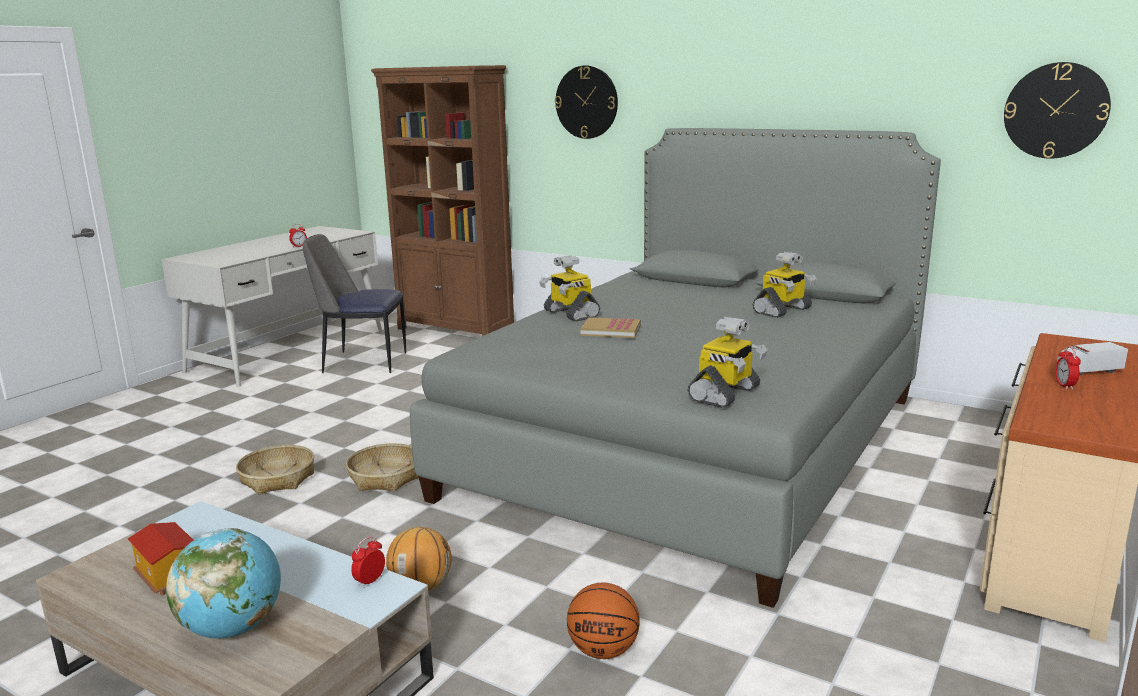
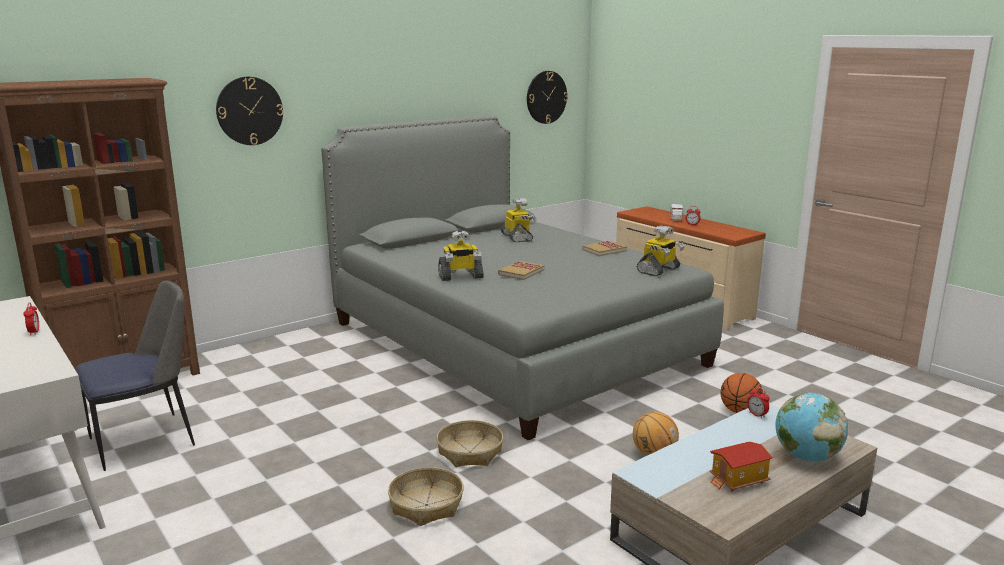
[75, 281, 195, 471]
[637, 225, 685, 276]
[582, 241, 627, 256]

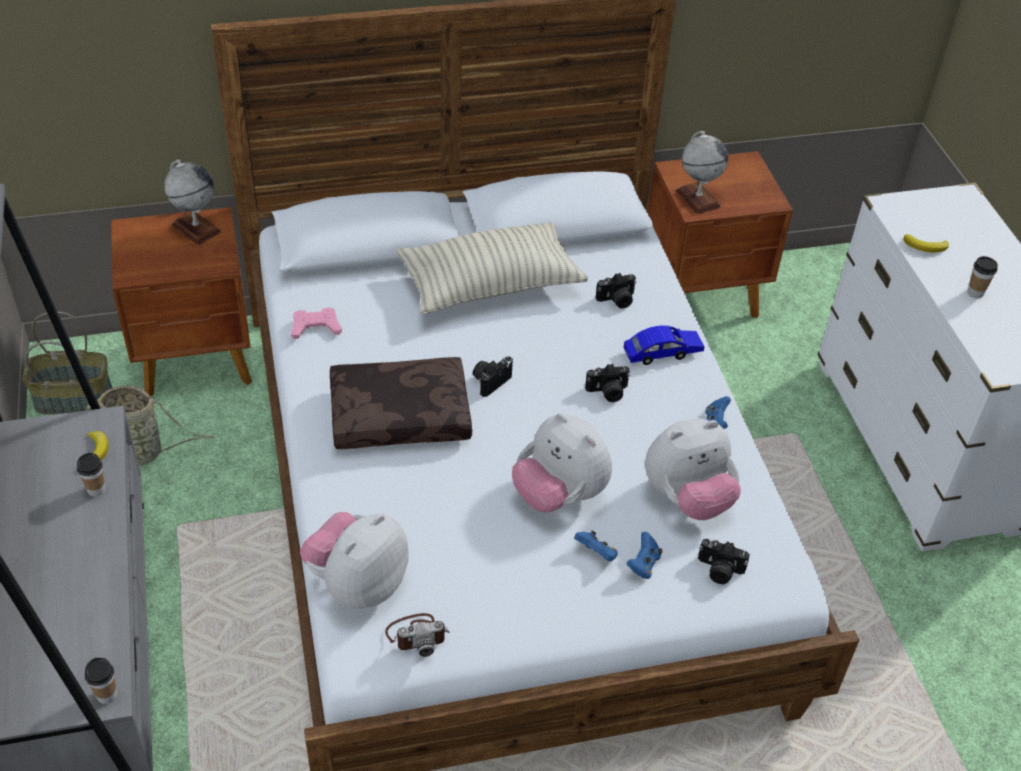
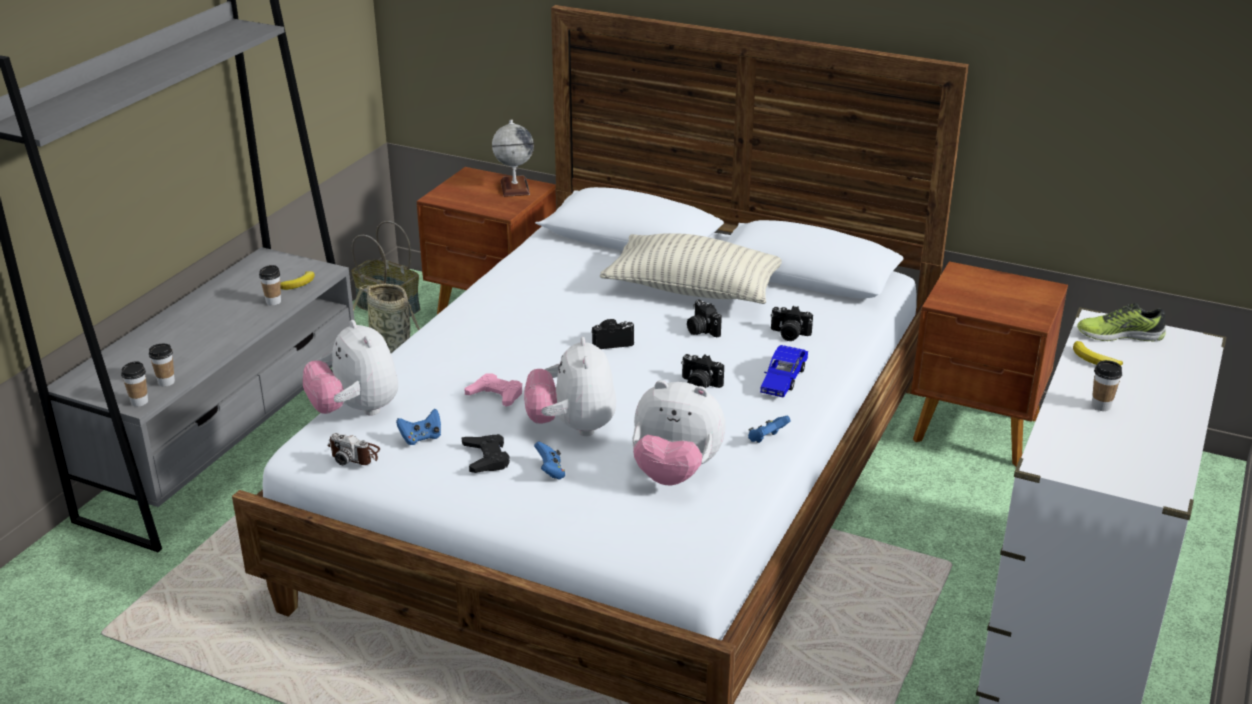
[465, 373, 522, 407]
[303, 320, 398, 416]
[330, 357, 472, 449] (first image)
[760, 345, 808, 398]
[396, 409, 441, 445]
[676, 131, 728, 214] (first image)
[687, 300, 722, 337]
[149, 344, 175, 387]
[462, 434, 510, 473]
[1077, 303, 1166, 342]

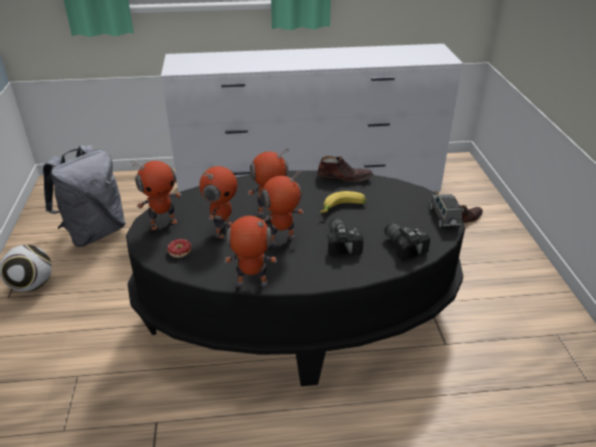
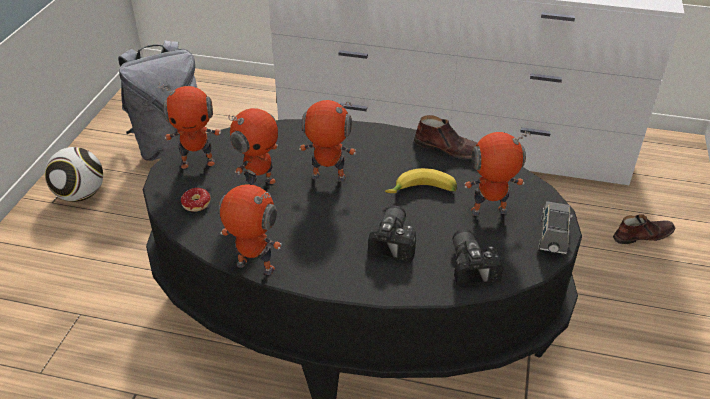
[464, 131, 531, 216]

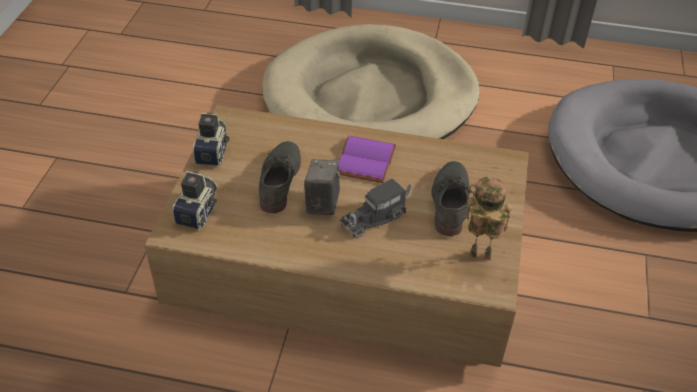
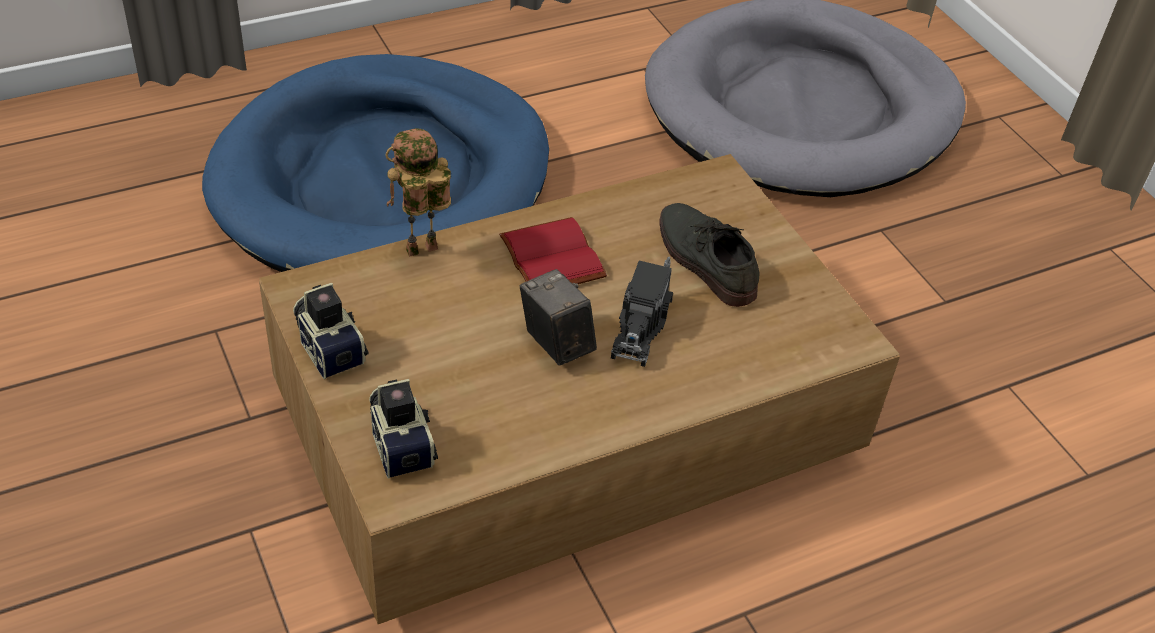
[259, 141, 301, 213] (first image)
[202, 54, 549, 272]
[499, 217, 607, 284]
[386, 128, 451, 257]

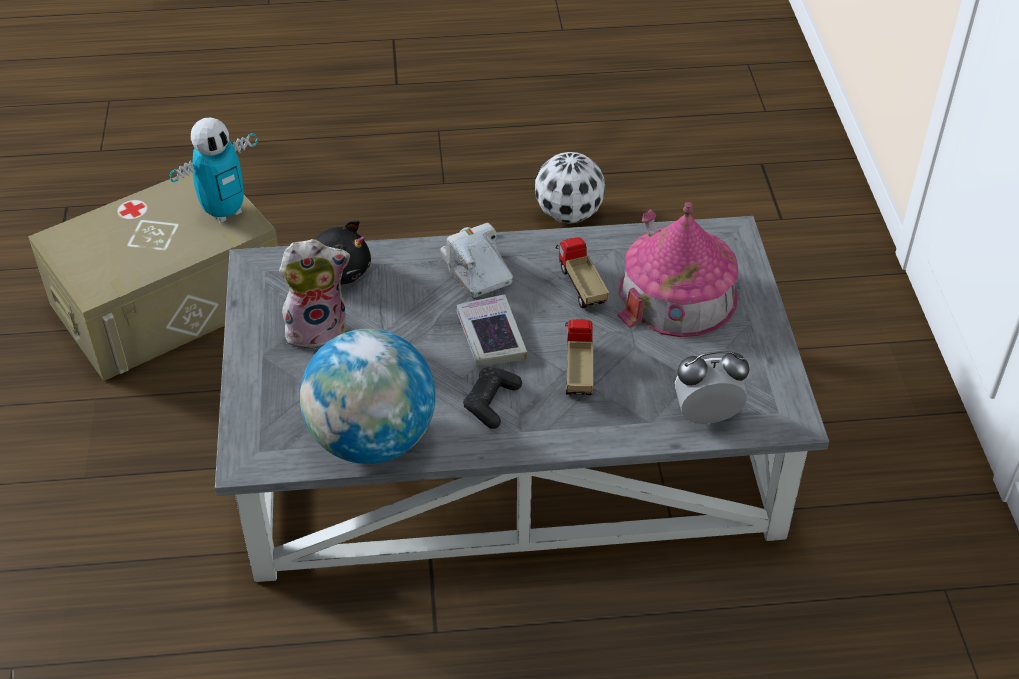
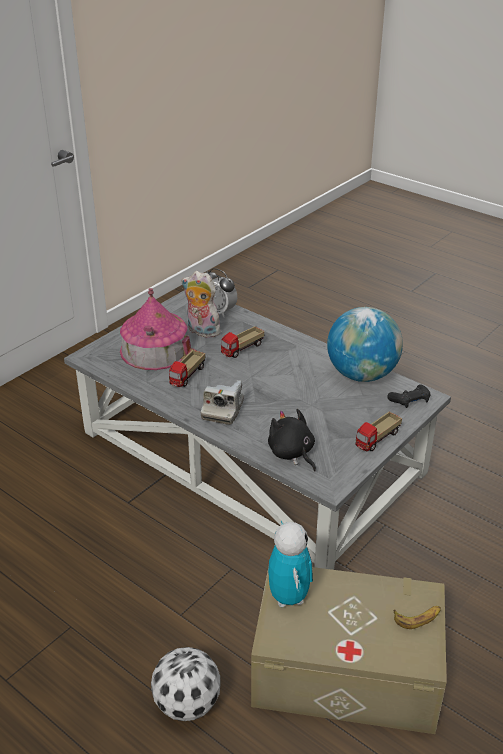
[268, 521, 313, 607]
[182, 271, 221, 338]
[457, 294, 527, 366] (first image)
[387, 384, 430, 408]
[151, 647, 221, 721]
[356, 411, 402, 451]
[394, 606, 441, 629]

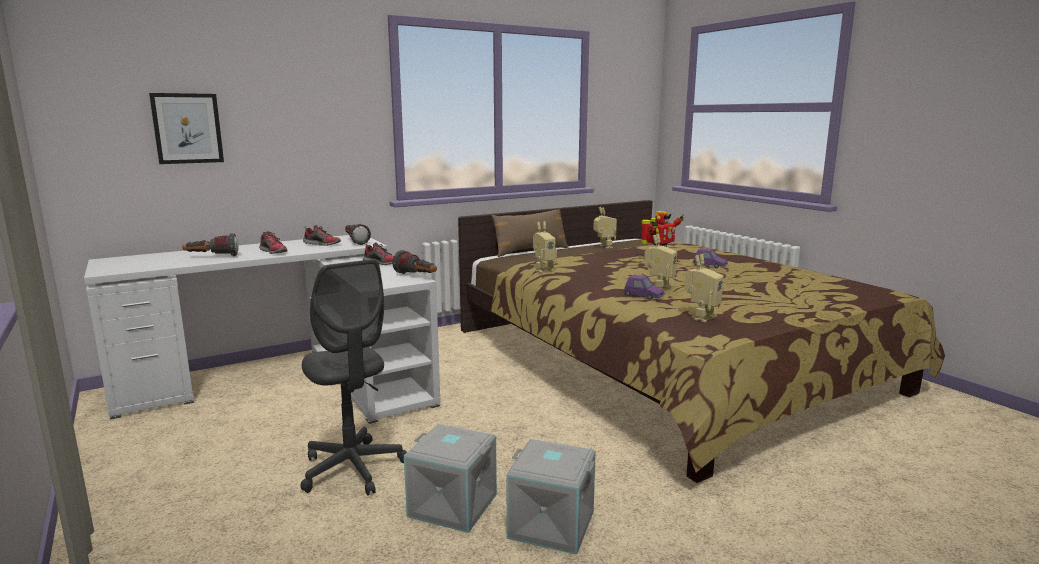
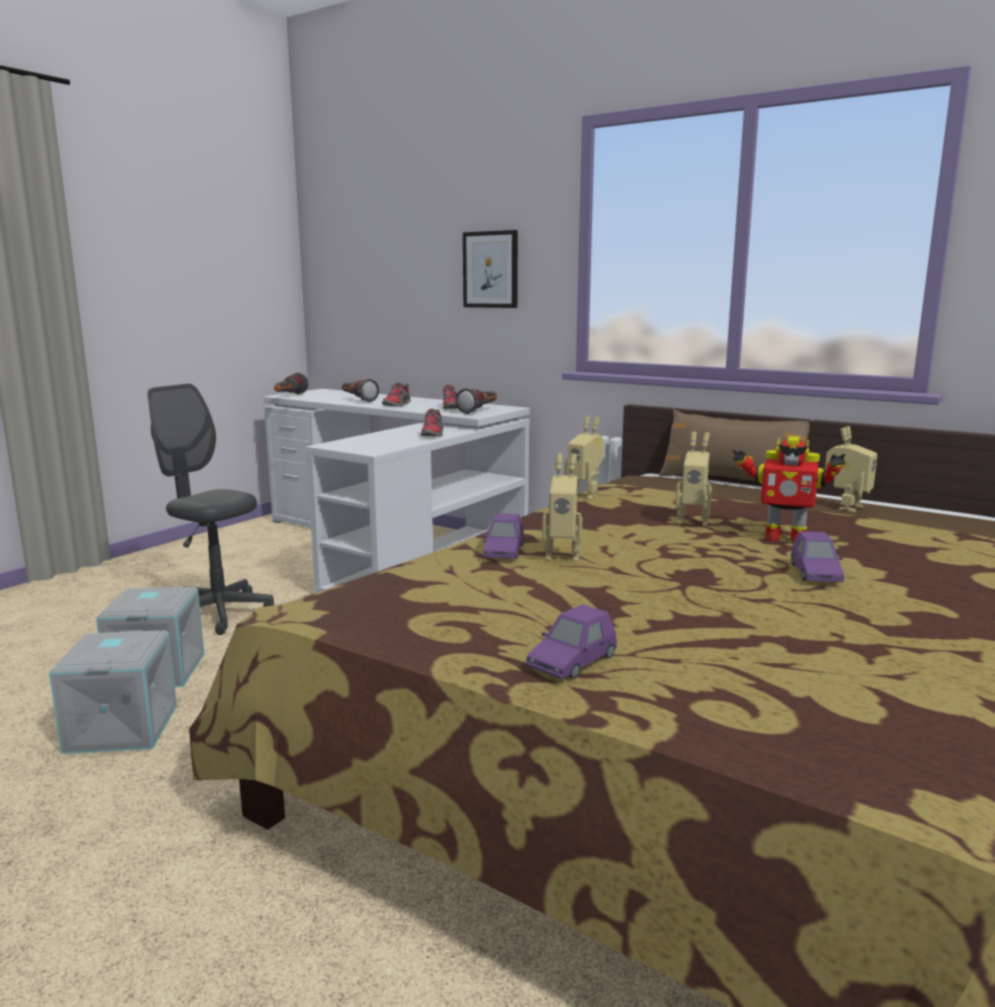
[463, 230, 518, 308]
[148, 383, 274, 635]
[274, 372, 309, 395]
[675, 432, 712, 527]
[526, 604, 617, 679]

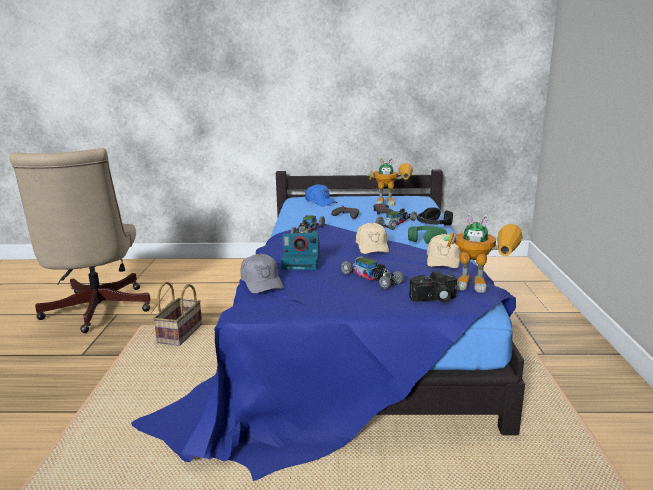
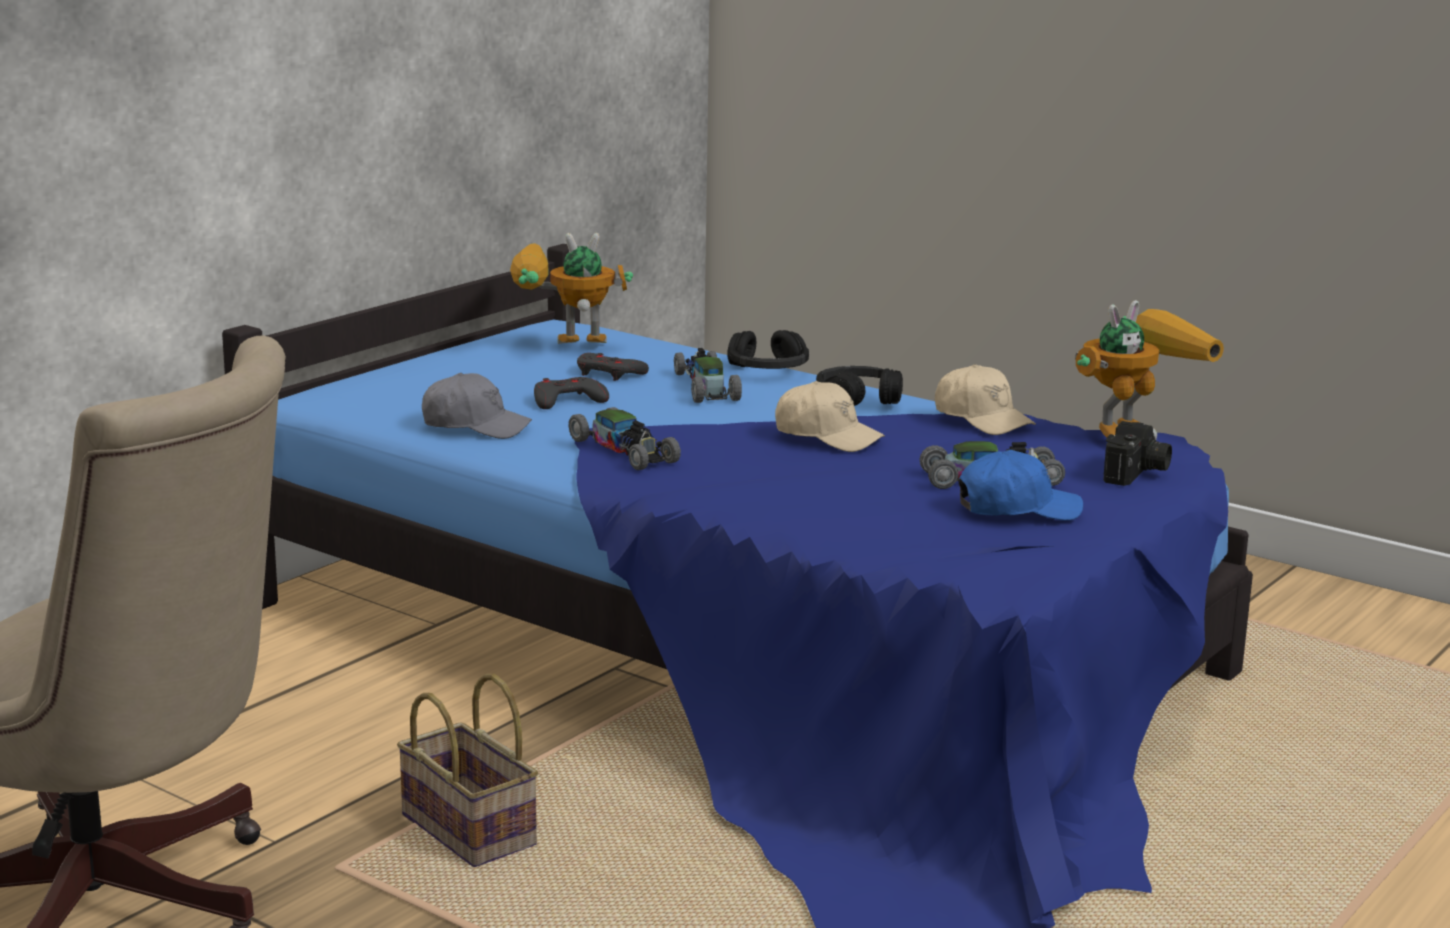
[422, 373, 532, 439]
[281, 231, 320, 270] (first image)
[959, 450, 1083, 521]
[510, 233, 633, 344]
[816, 366, 903, 406]

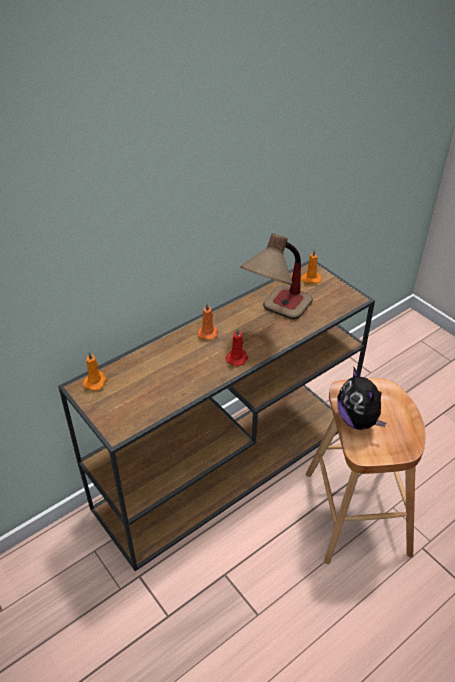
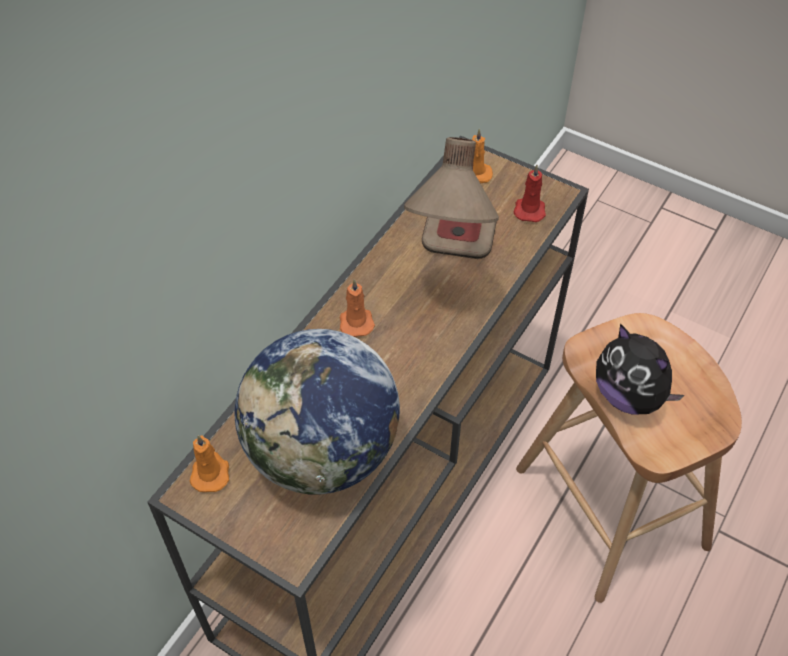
[514, 165, 546, 222]
[235, 329, 400, 494]

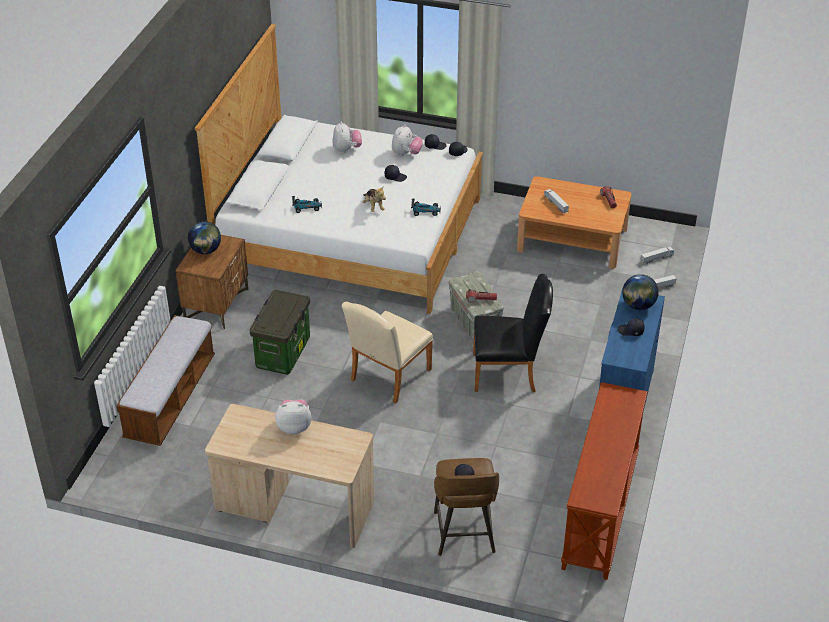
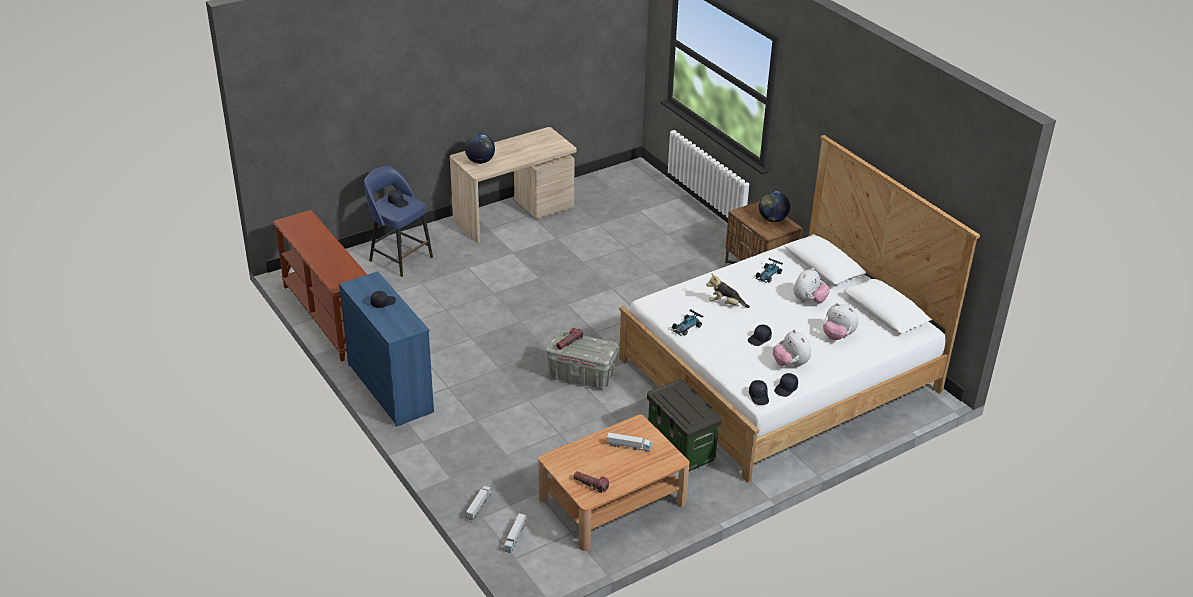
[116, 315, 215, 446] (first image)
[647, 379, 722, 471]
[793, 268, 830, 304]
[341, 301, 433, 404] (first image)
[364, 166, 433, 277]
[473, 274, 553, 392] (first image)
[465, 134, 495, 164]

